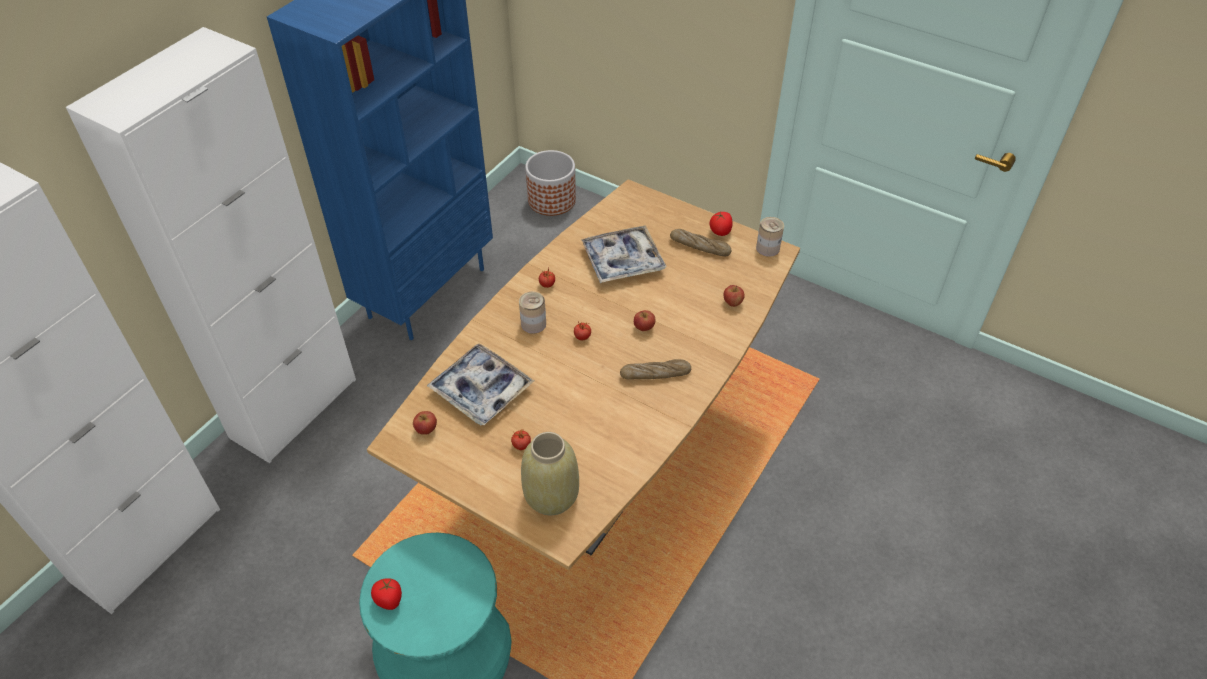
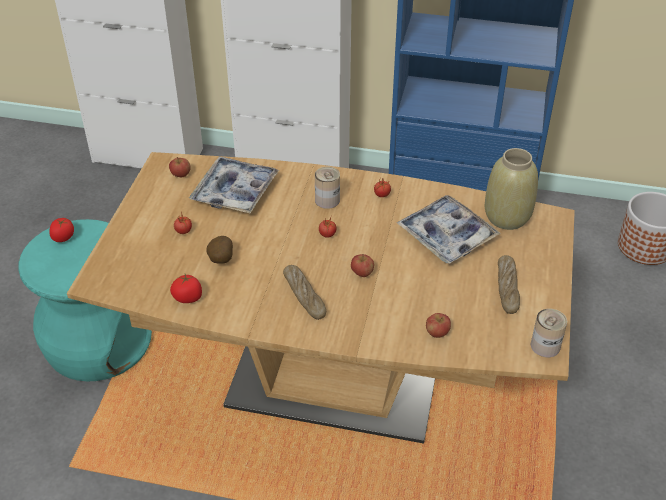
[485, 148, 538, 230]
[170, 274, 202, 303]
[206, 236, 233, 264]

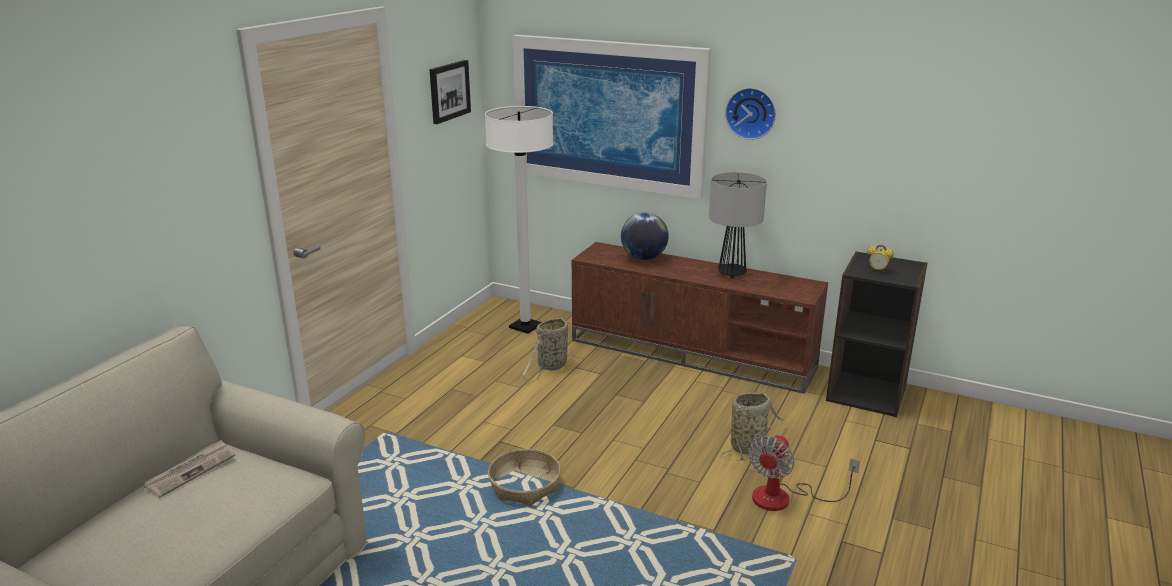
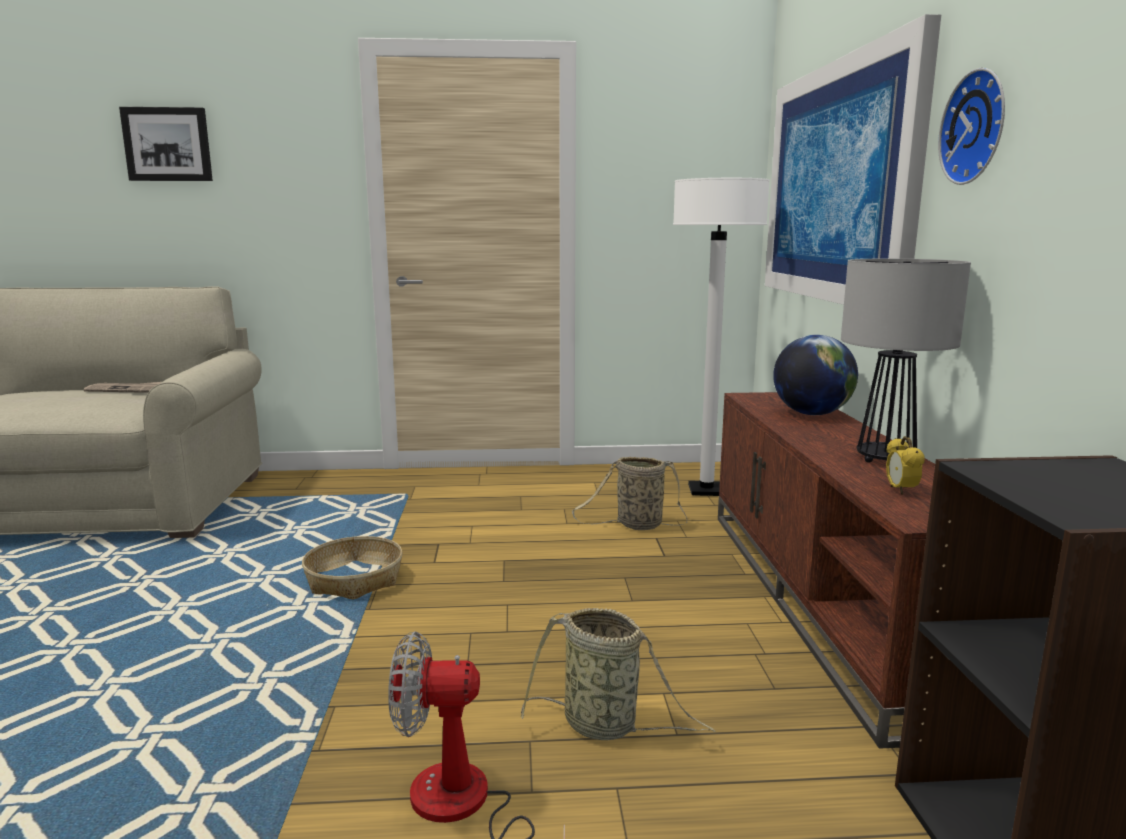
[119, 107, 213, 181]
[886, 436, 924, 494]

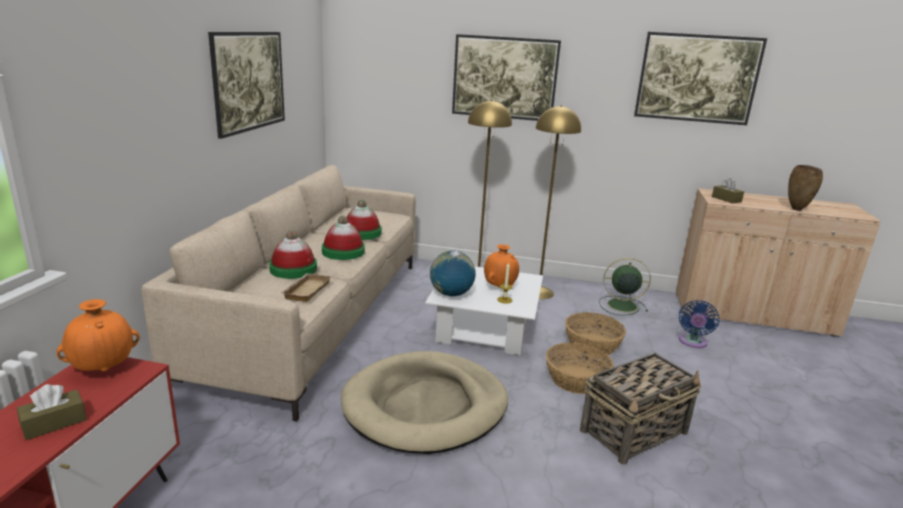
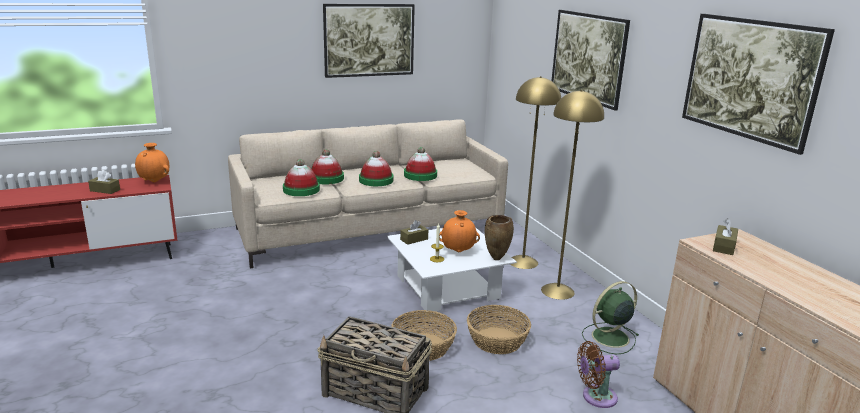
[283, 159, 320, 196]
[341, 351, 508, 454] (first image)
[400, 220, 428, 245]
[582, 281, 639, 354]
[577, 341, 620, 408]
[485, 215, 514, 260]

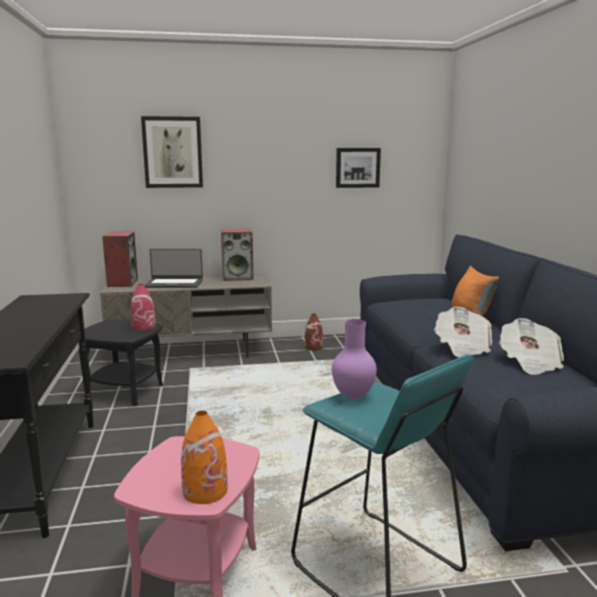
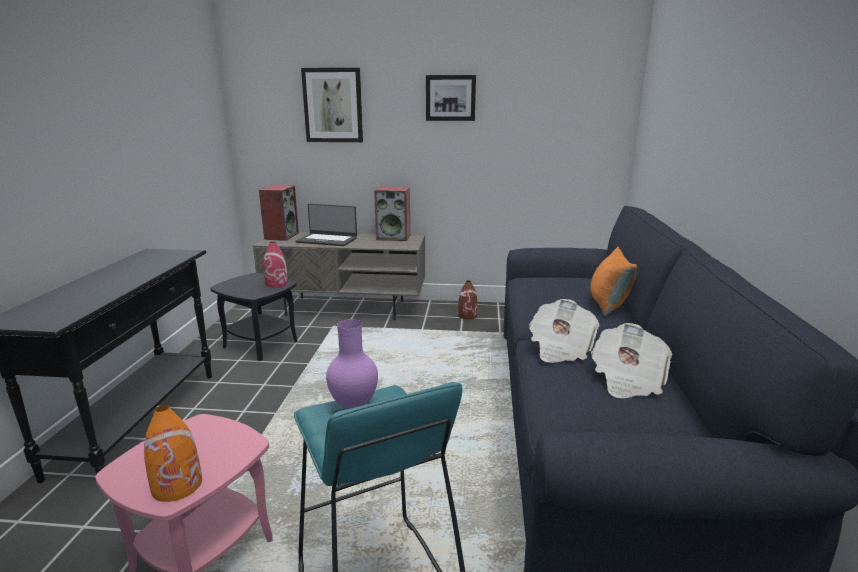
[426, 75, 476, 121]

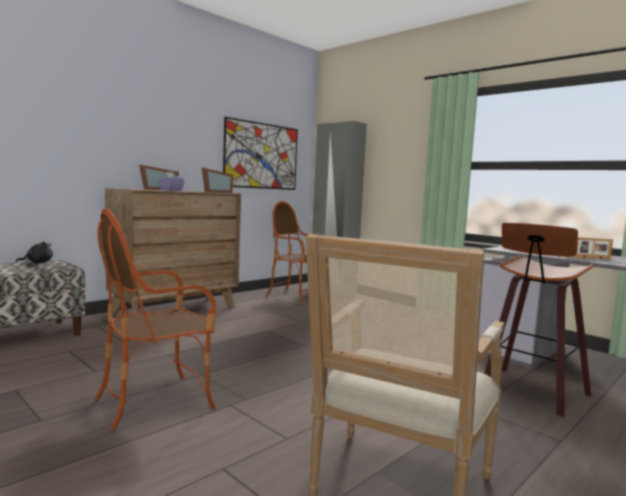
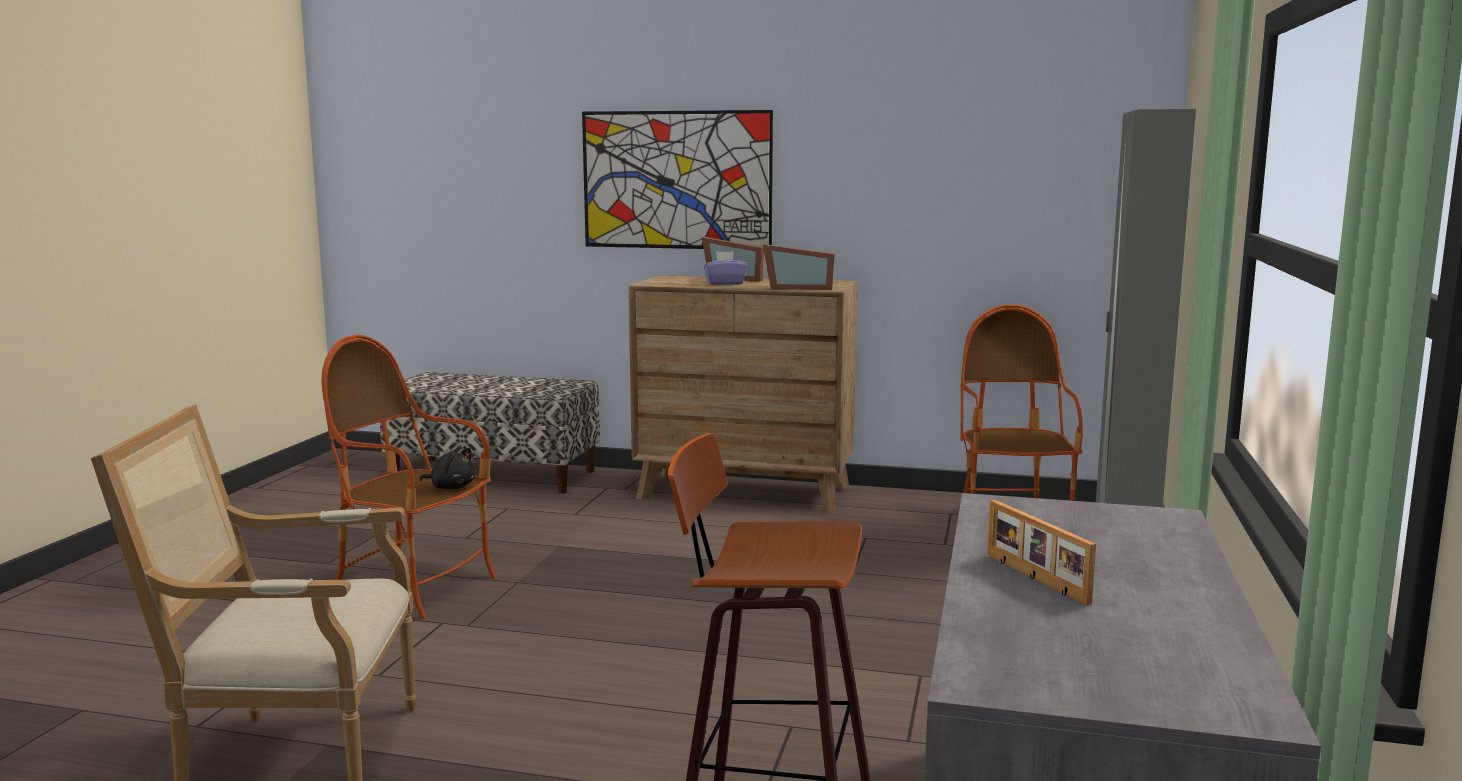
[419, 448, 476, 489]
[582, 110, 773, 249]

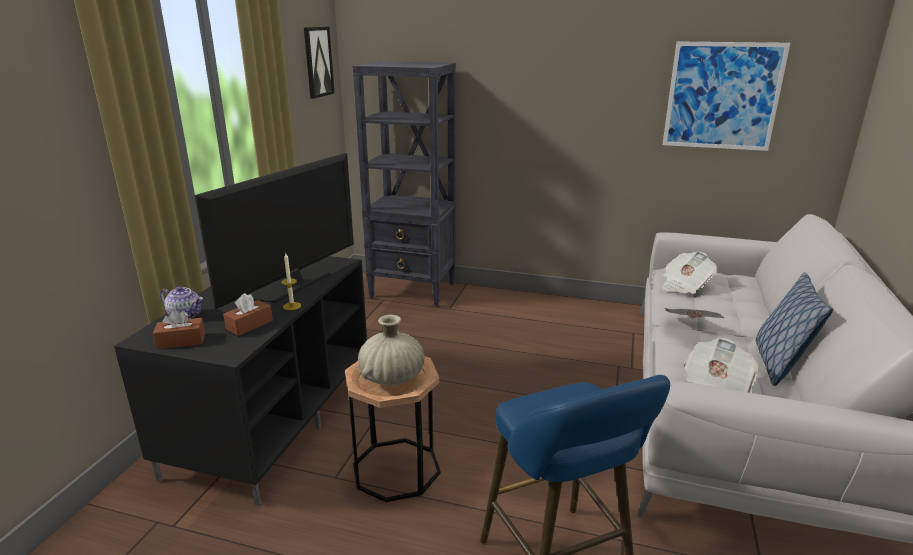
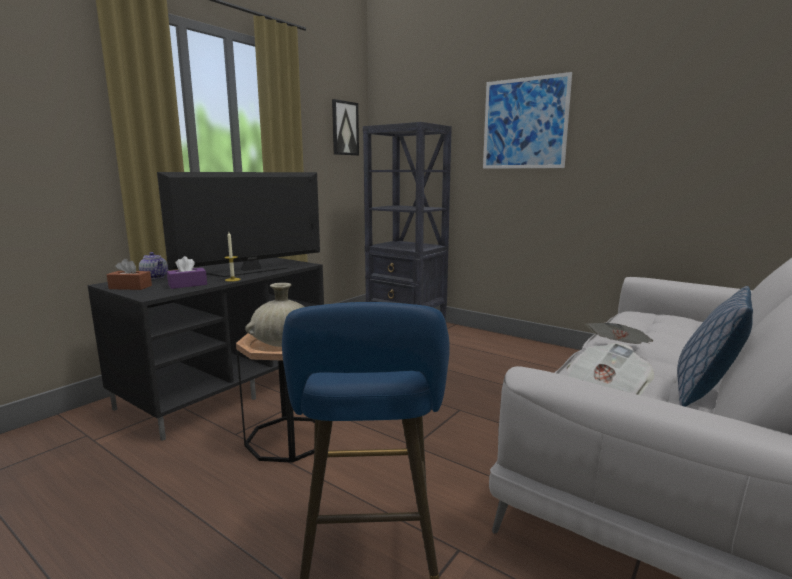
[167, 256, 207, 289]
[662, 252, 717, 294] (first image)
[483, 72, 572, 169]

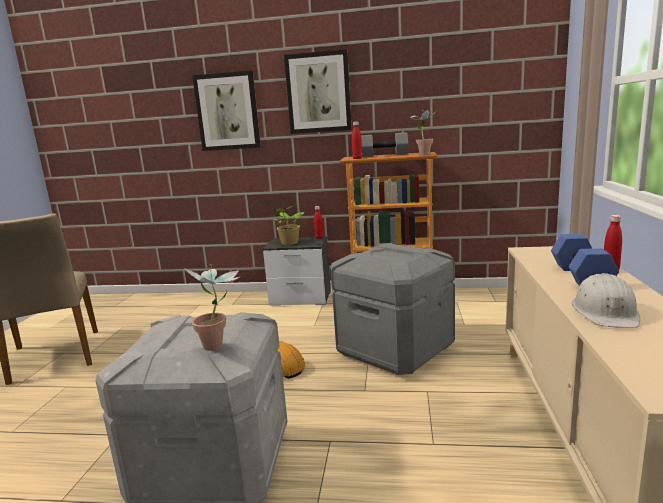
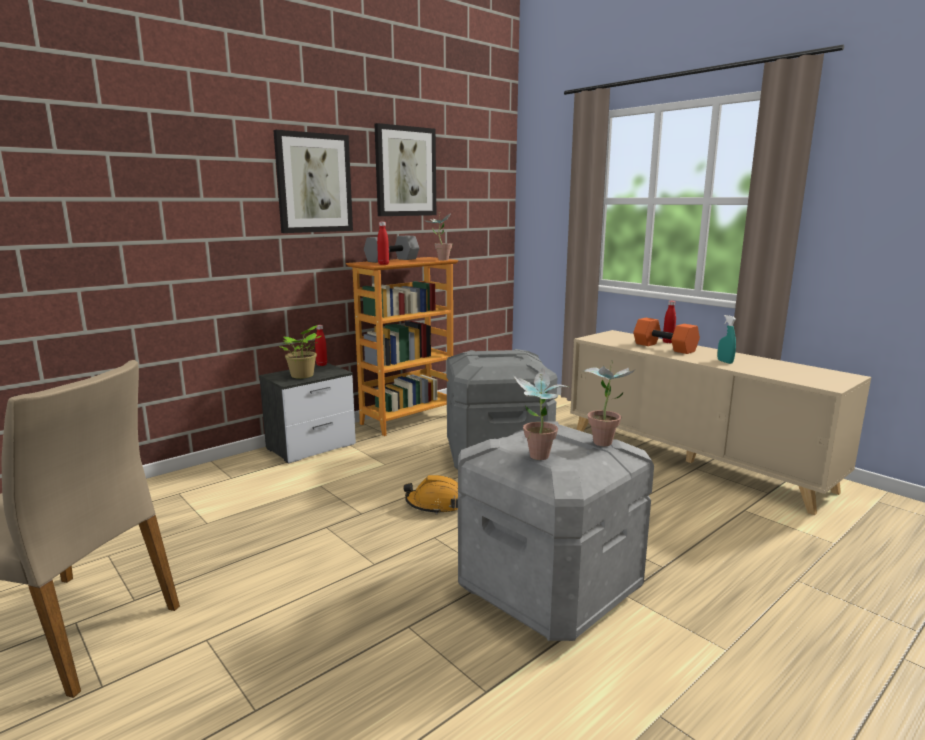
[375, 123, 436, 216]
[633, 318, 700, 354]
[717, 315, 736, 364]
[514, 367, 570, 460]

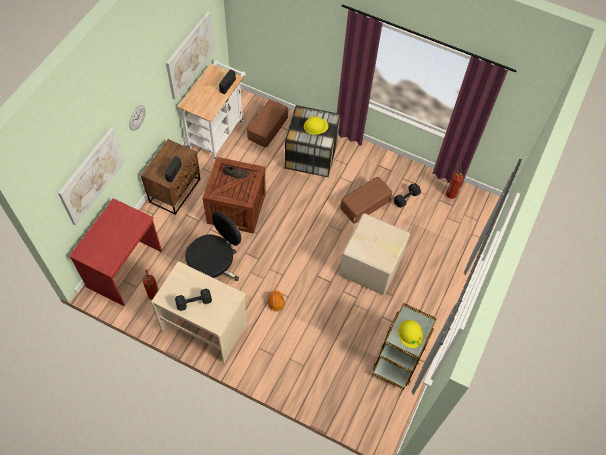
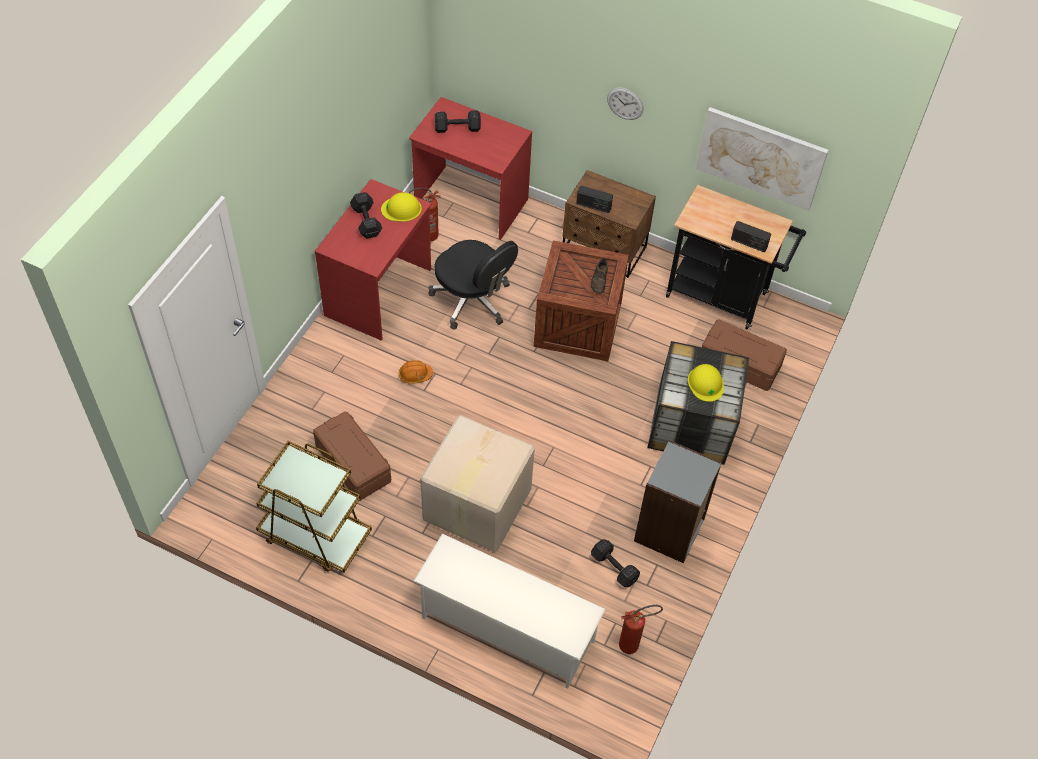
[58, 128, 125, 225] (first image)
[315, 179, 431, 340]
[666, 185, 806, 330]
[313, 412, 391, 501]
[381, 192, 422, 222]
[413, 534, 605, 688]
[435, 110, 481, 133]
[634, 440, 722, 563]

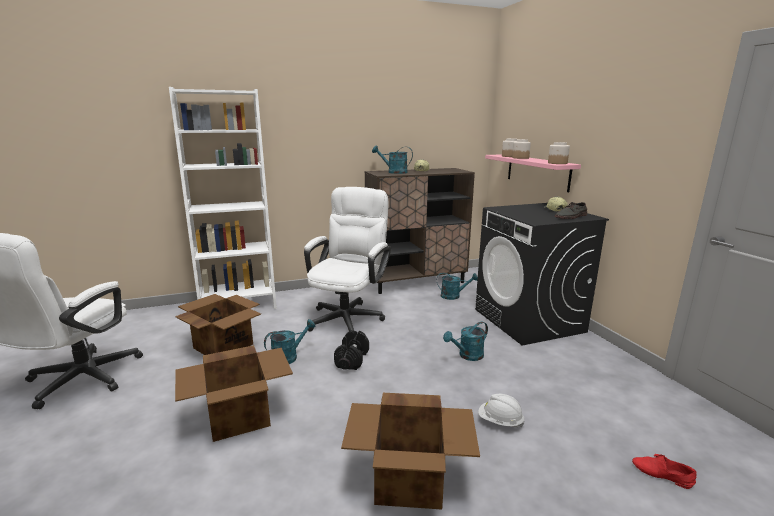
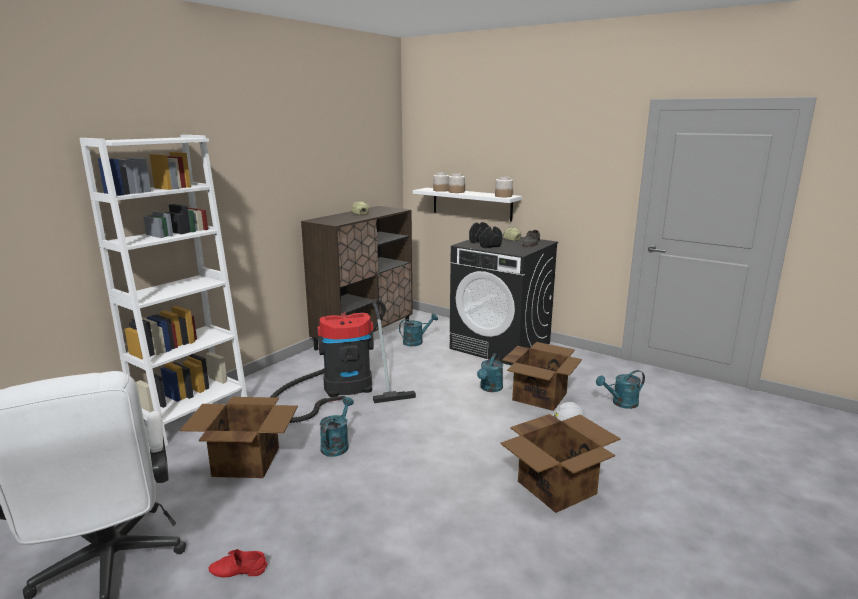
[502, 342, 582, 411]
[270, 299, 416, 423]
[469, 222, 502, 248]
[596, 370, 645, 409]
[413, 188, 522, 222]
[208, 549, 268, 577]

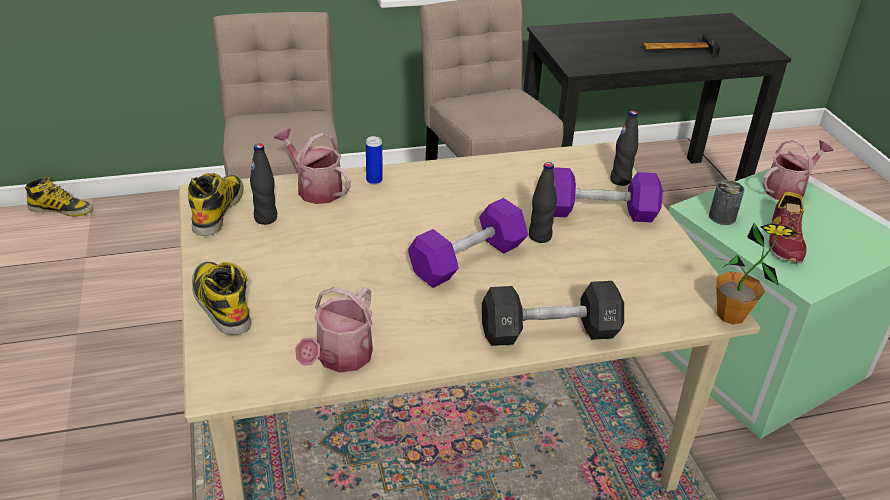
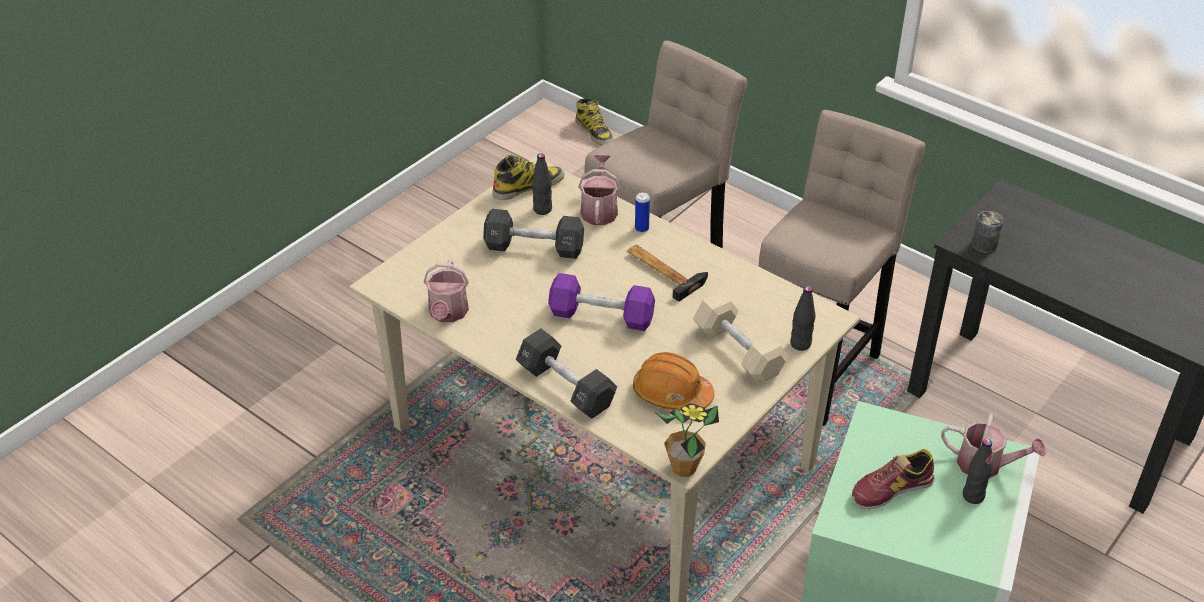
[192, 262, 251, 335] (first image)
[423, 260, 469, 322]
[963, 439, 993, 504]
[693, 292, 788, 384]
[627, 245, 708, 302]
[972, 211, 1004, 253]
[483, 209, 584, 259]
[633, 352, 714, 411]

